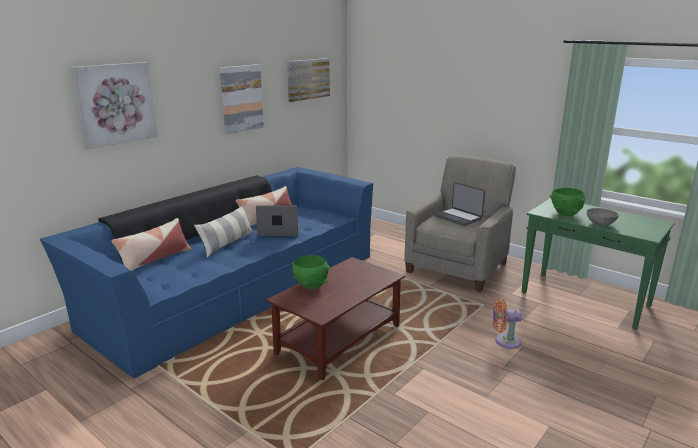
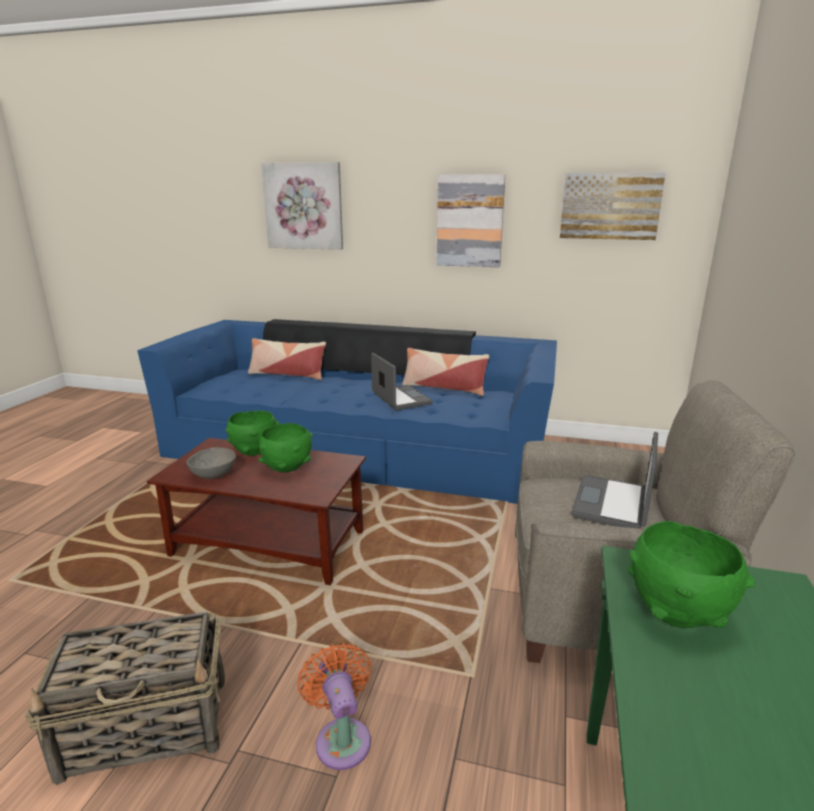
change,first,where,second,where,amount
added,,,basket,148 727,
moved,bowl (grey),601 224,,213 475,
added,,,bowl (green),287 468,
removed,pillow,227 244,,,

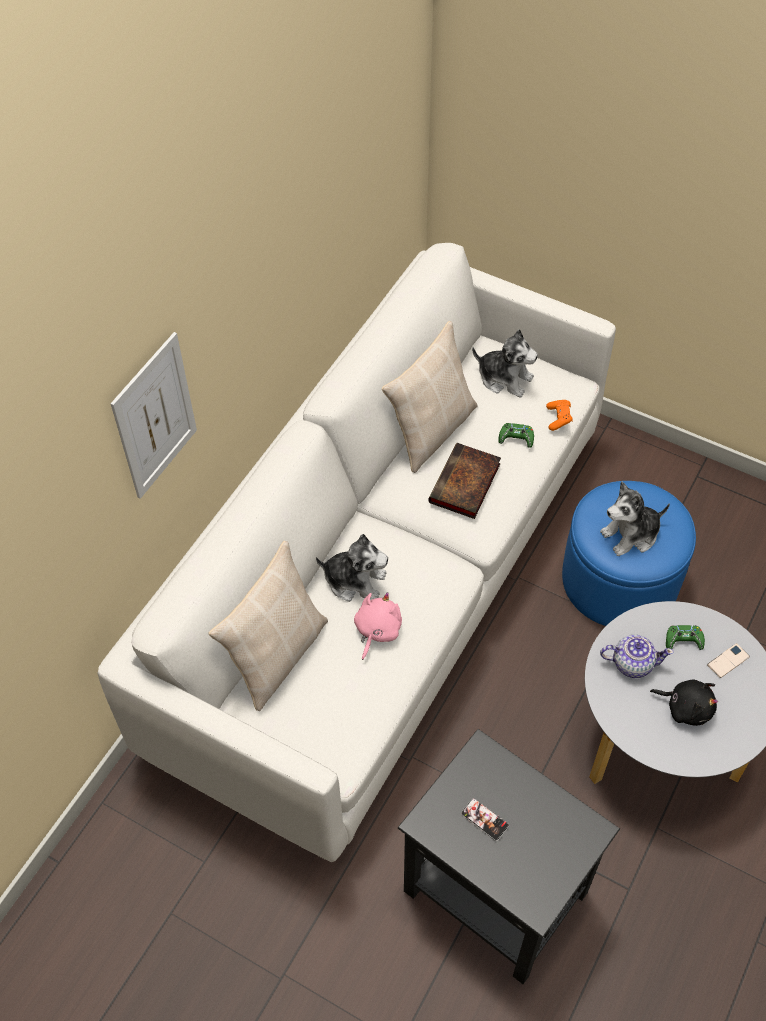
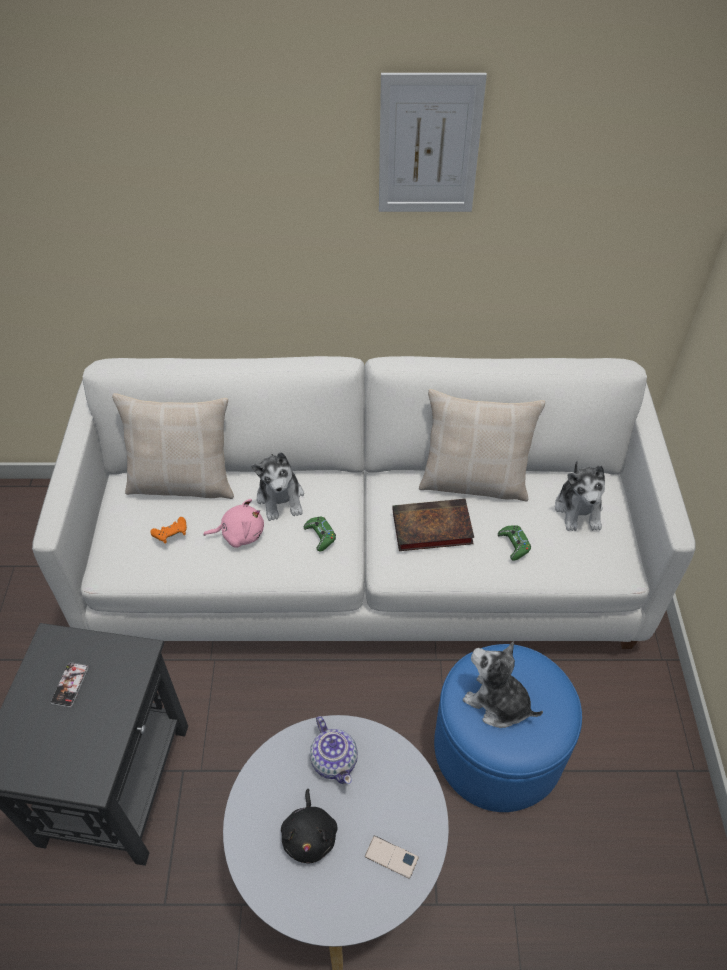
change,first,where,second,where,amount
moved,game controller (orange),558 418,,171 535,
moved,game controller (green),683 640,,320 536,
moved,picture,155 417,,429 145,

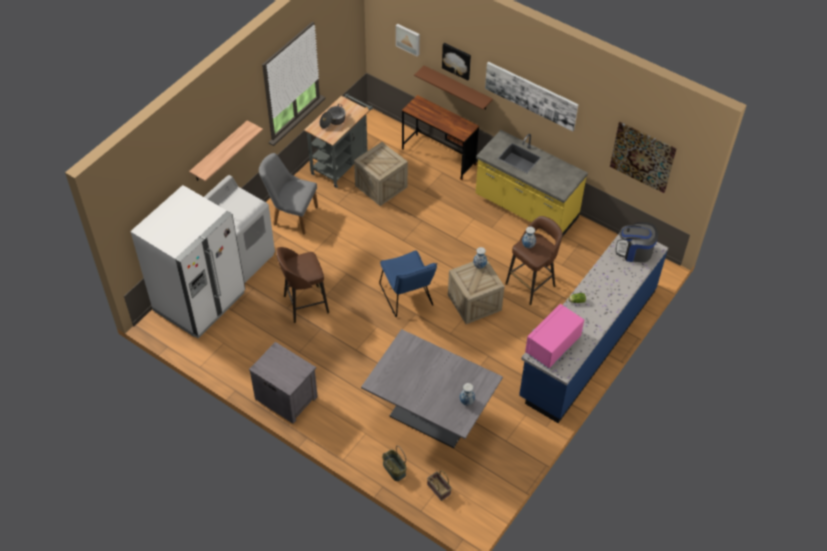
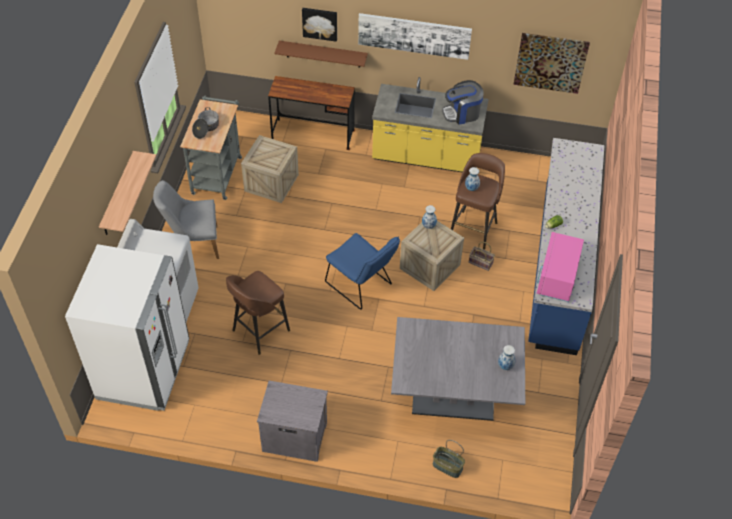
change,first,where,second,where,amount
moved,coffee machine,634 251,,462 113,
moved,basket,439 489,,481 262,
removed,picture,408 39,,,

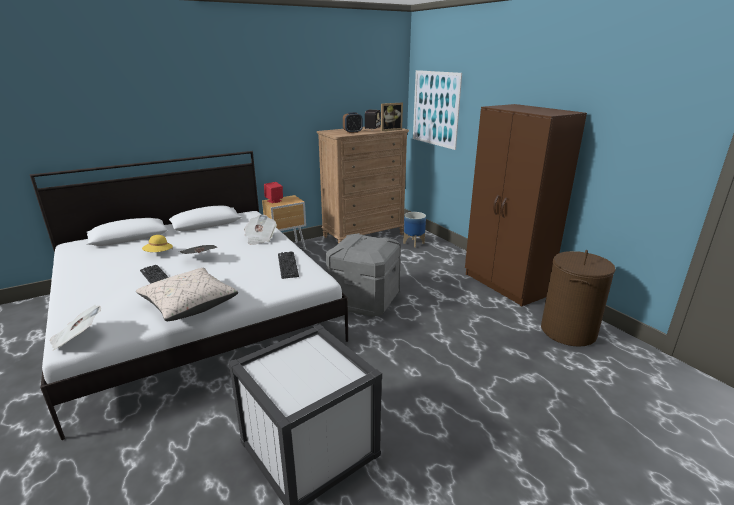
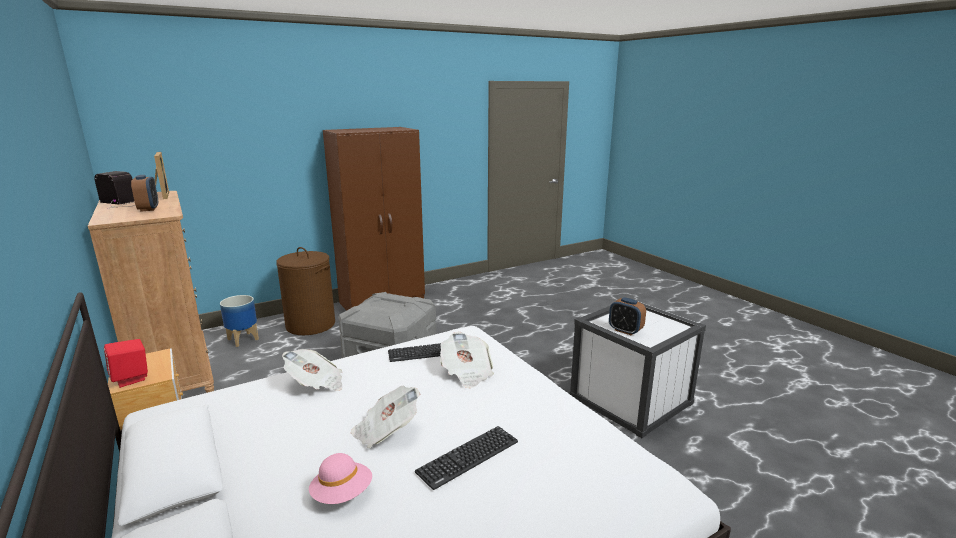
change,first,where,second,where,amount
moved,laundry basket (brown),568 331,,311 325,
recoloured,hat (yellow),159 253,hat (pink),342 494,
moved,newspaper,78 338,,467 373,
added,,,alarm clock,625 330,
removed,pillow (beige),189 304,,,
removed,picture,435 108,,,

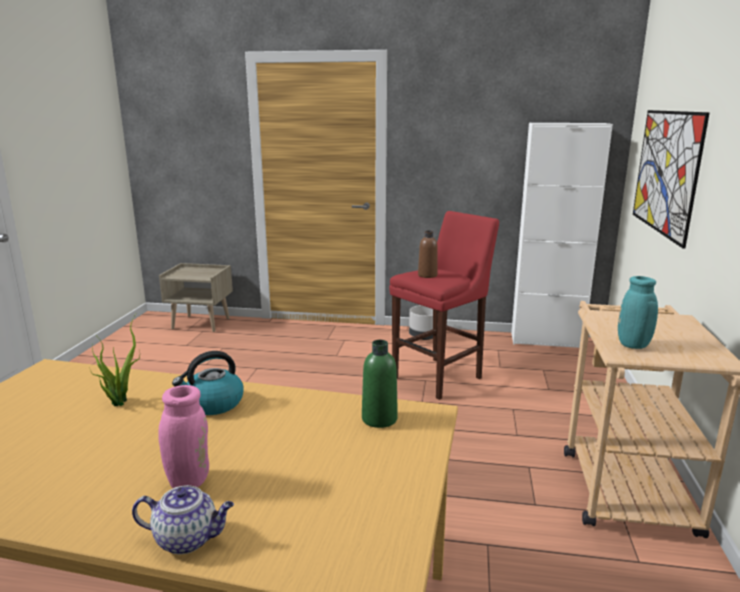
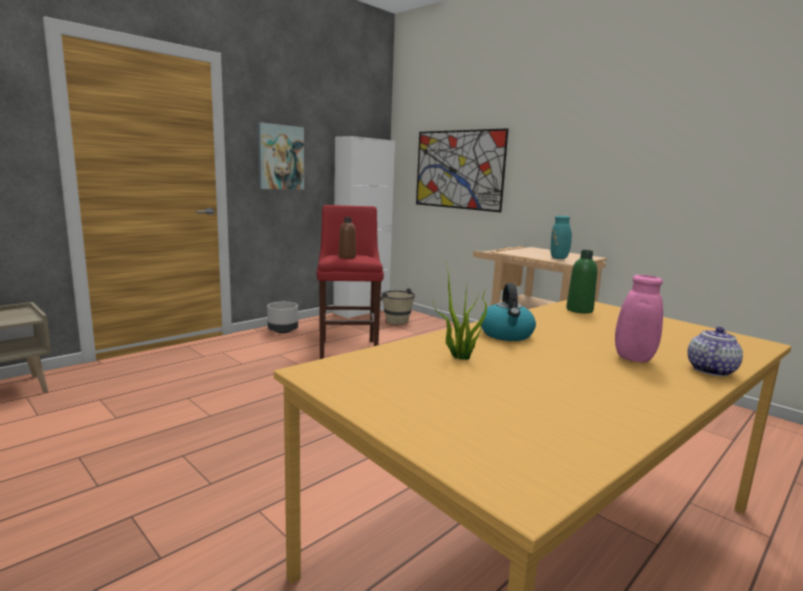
change,first,where,second,where,amount
added,,,picture,280 157,
added,,,bucket (beige),393 320,

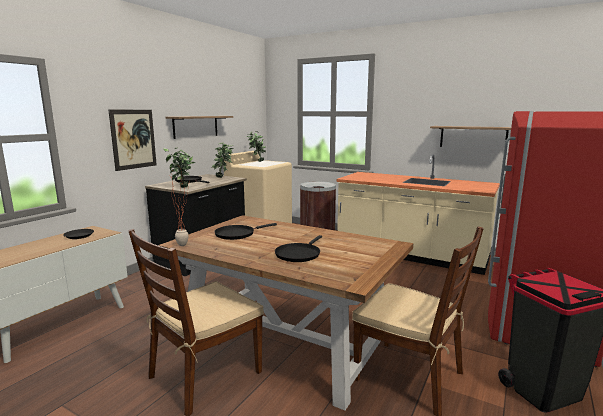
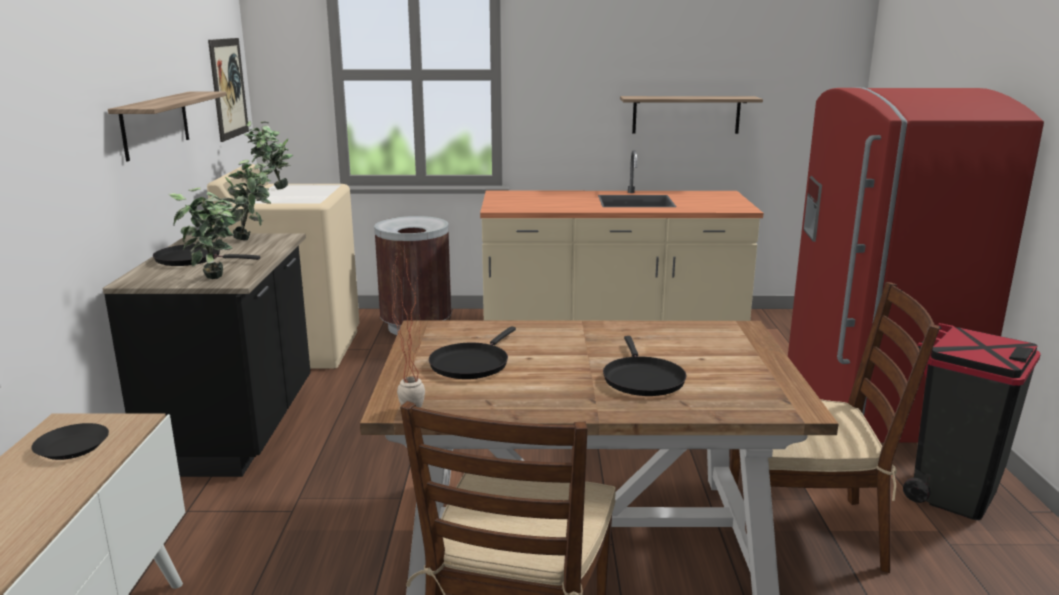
change,first,where,second,where,amount
moved,picture,133 139,,228 88,

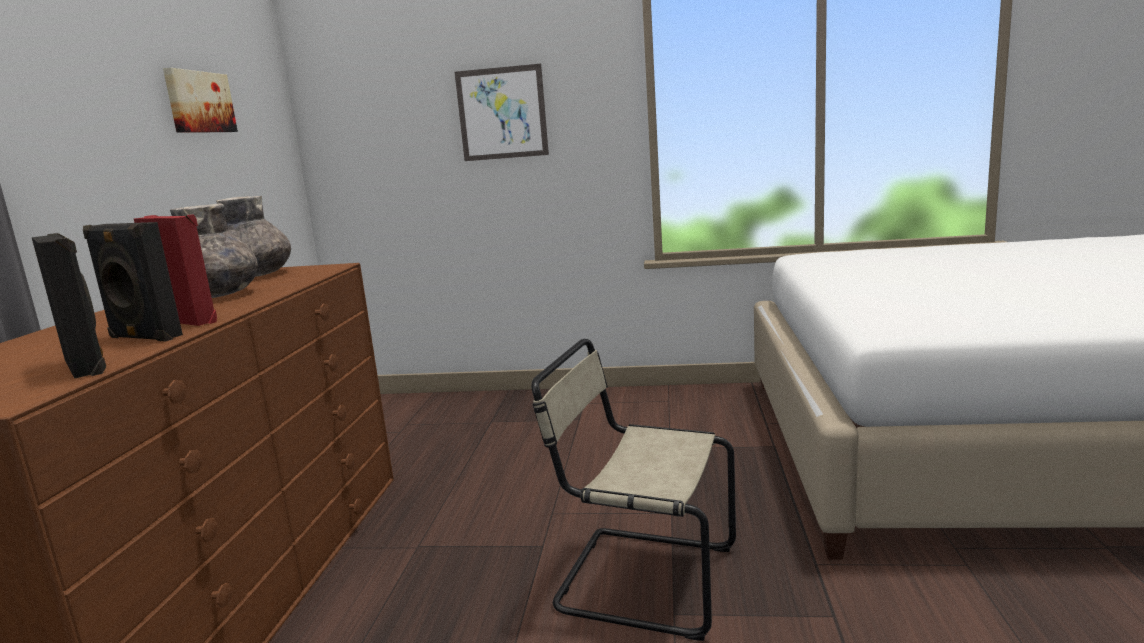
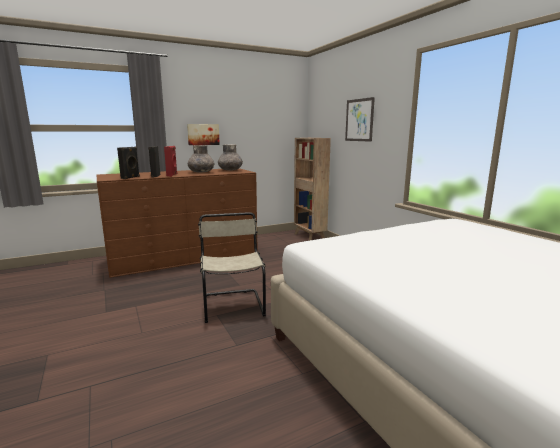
change,first,where,second,where,amount
moved,picture,199 102,,203 134,
added,,,bookcase (brown),309 236,

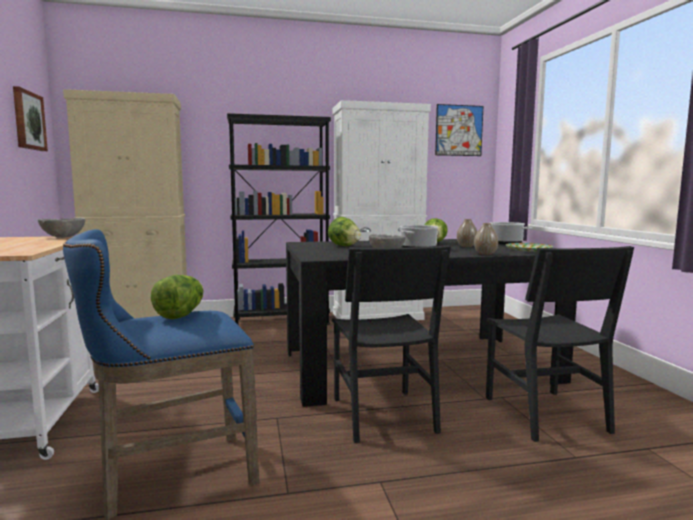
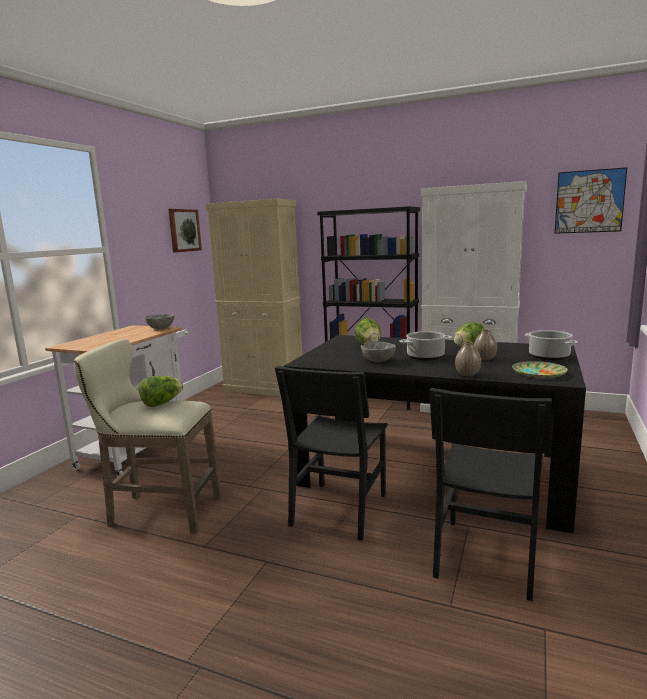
change,first,where,second,where,amount
recoloured,stool (blue),169 477,stool (beige),159 511,

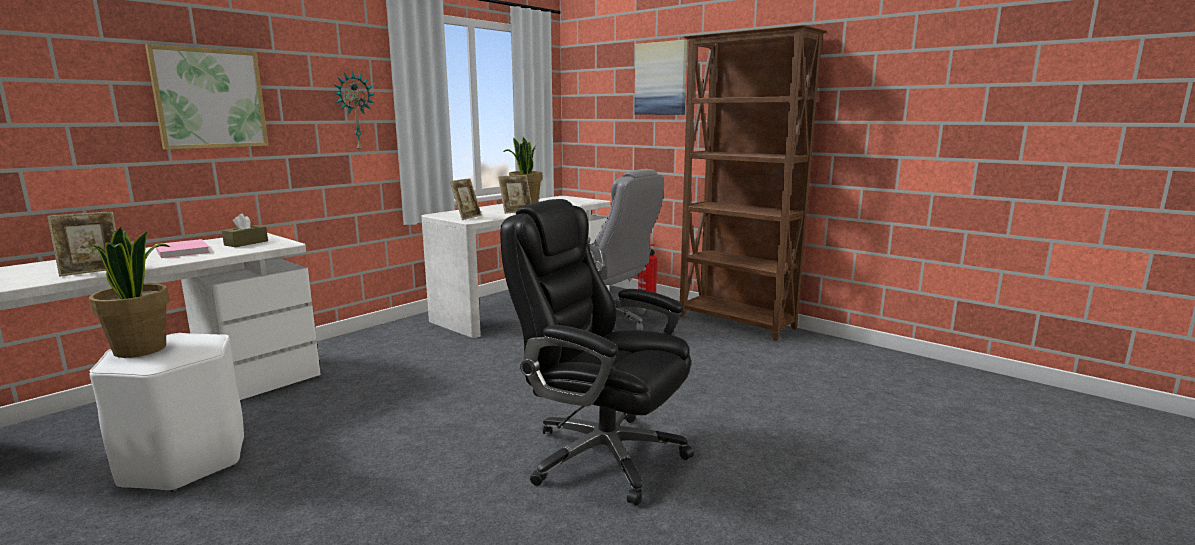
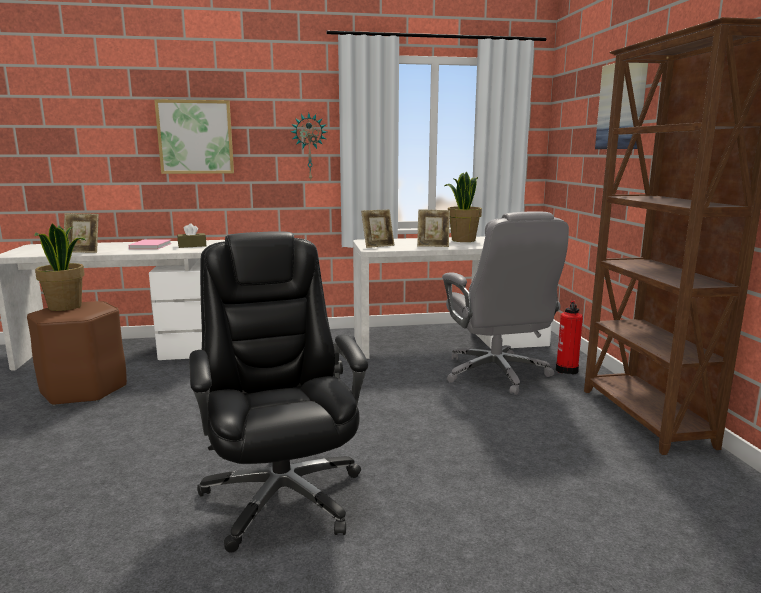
change,first,where,second,where,amount
recoloured,stool (white),184 462,stool (brown),84 390,

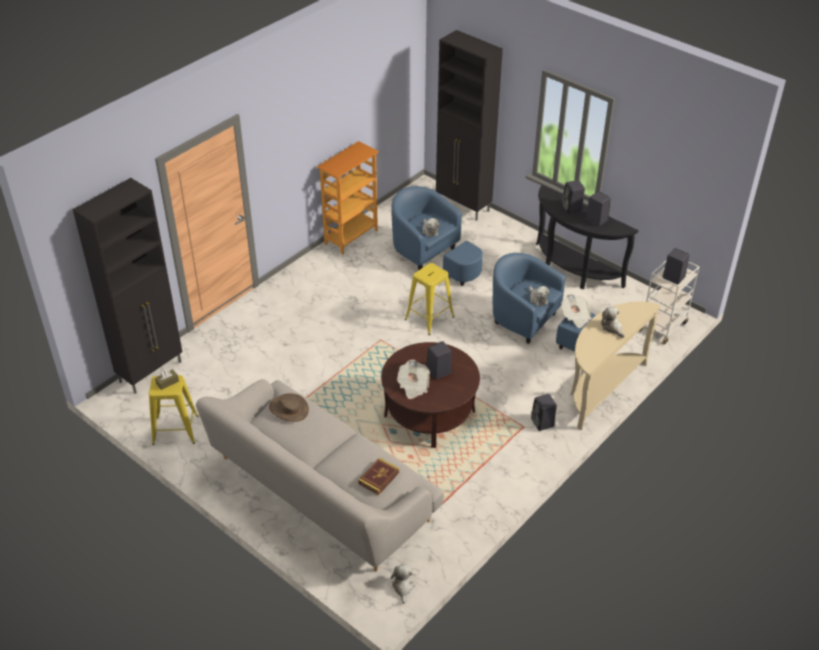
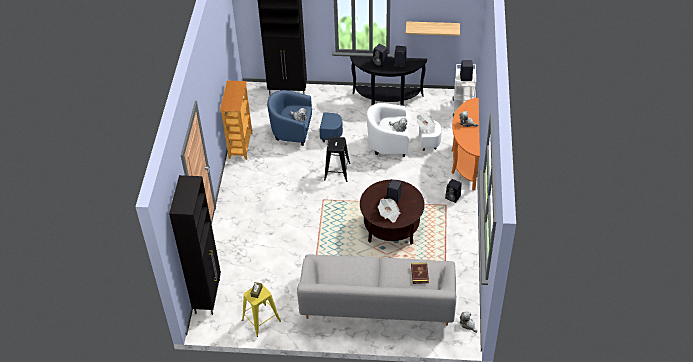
change,first,where,second,where,amount
recoloured,stool (yellow),429 318,stool (black),337 171,
recoloured,armchair (blue),535 325,armchair (white),398 144,
added,,,shelf,432 28,
recoloured,console table (beige),600 389,console table (orange),464 161,
removed,hat (brown),289 409,,,

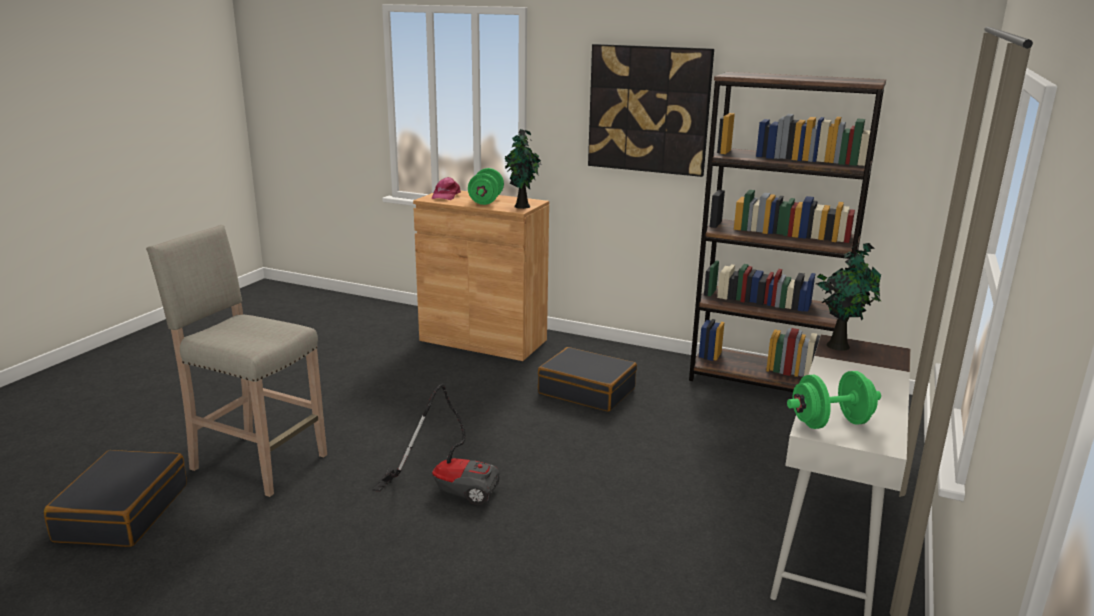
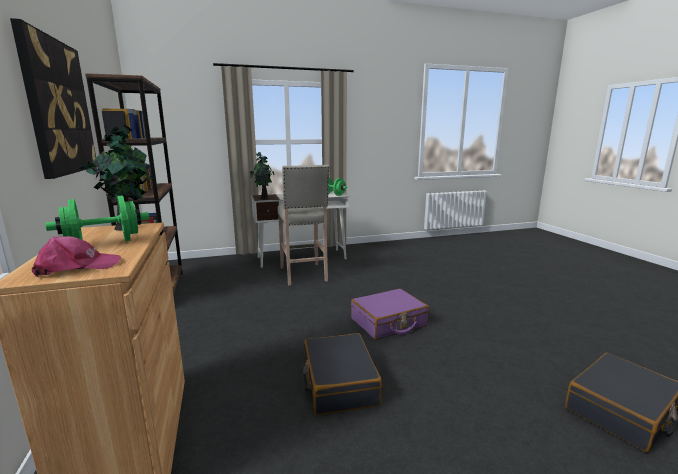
change,first,where,second,where,amount
moved,stool (beige),256 461,,303 274,
moved,suitcase (black),587 391,,339 383,
replaced,vacuum cleaner,449 487,suitcase (purple),388 323,

